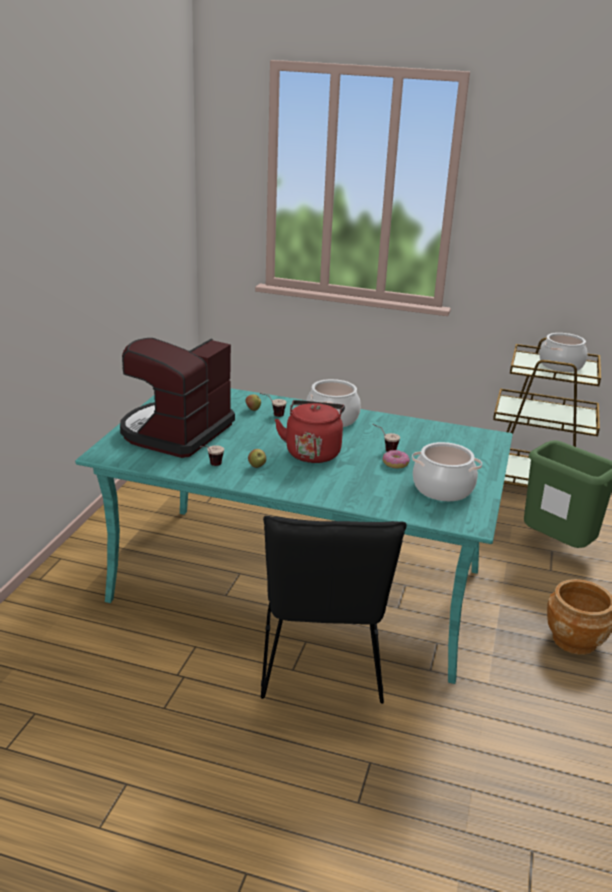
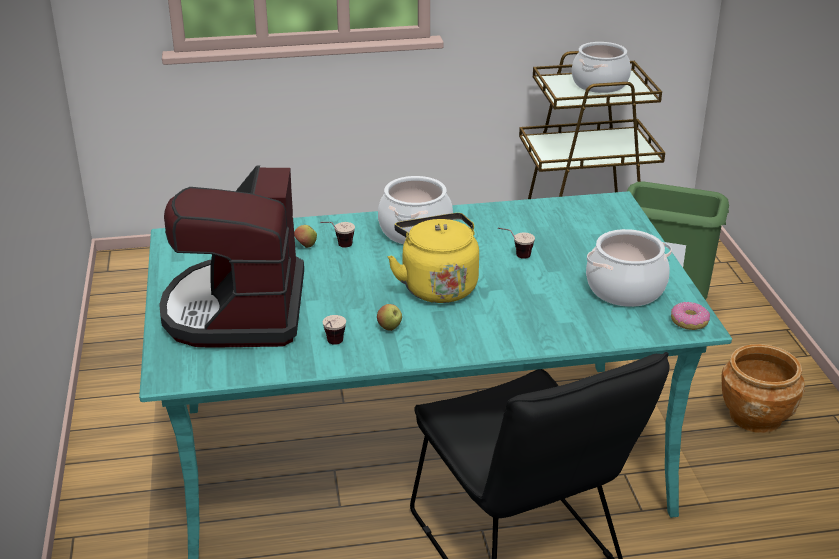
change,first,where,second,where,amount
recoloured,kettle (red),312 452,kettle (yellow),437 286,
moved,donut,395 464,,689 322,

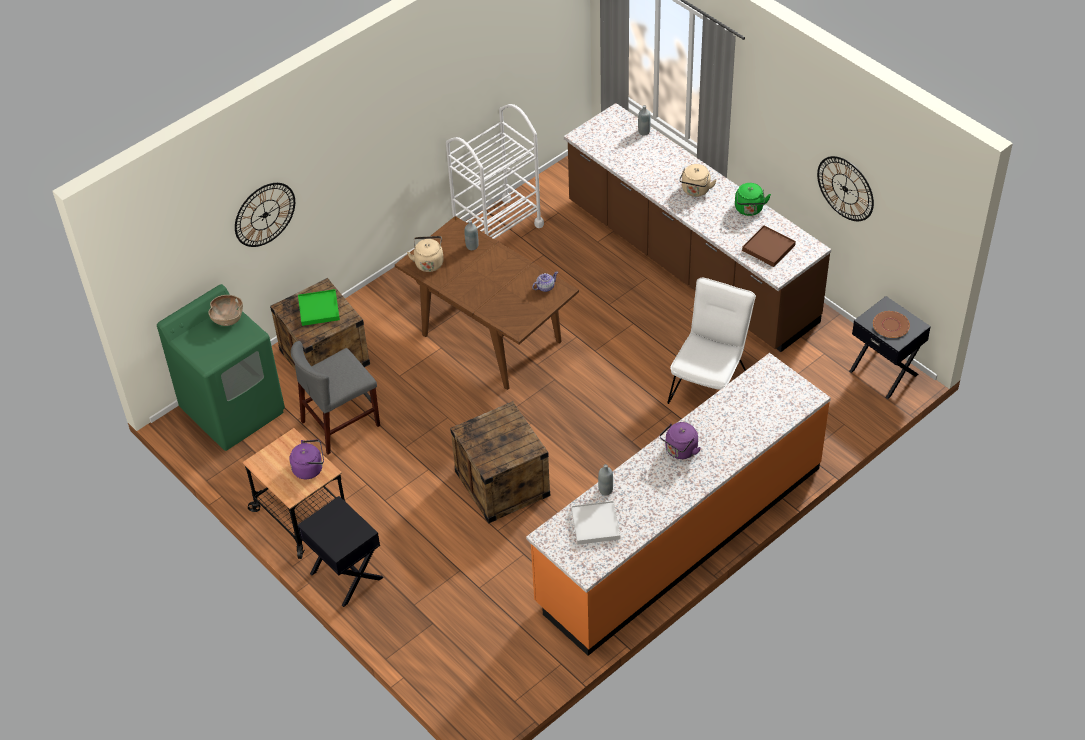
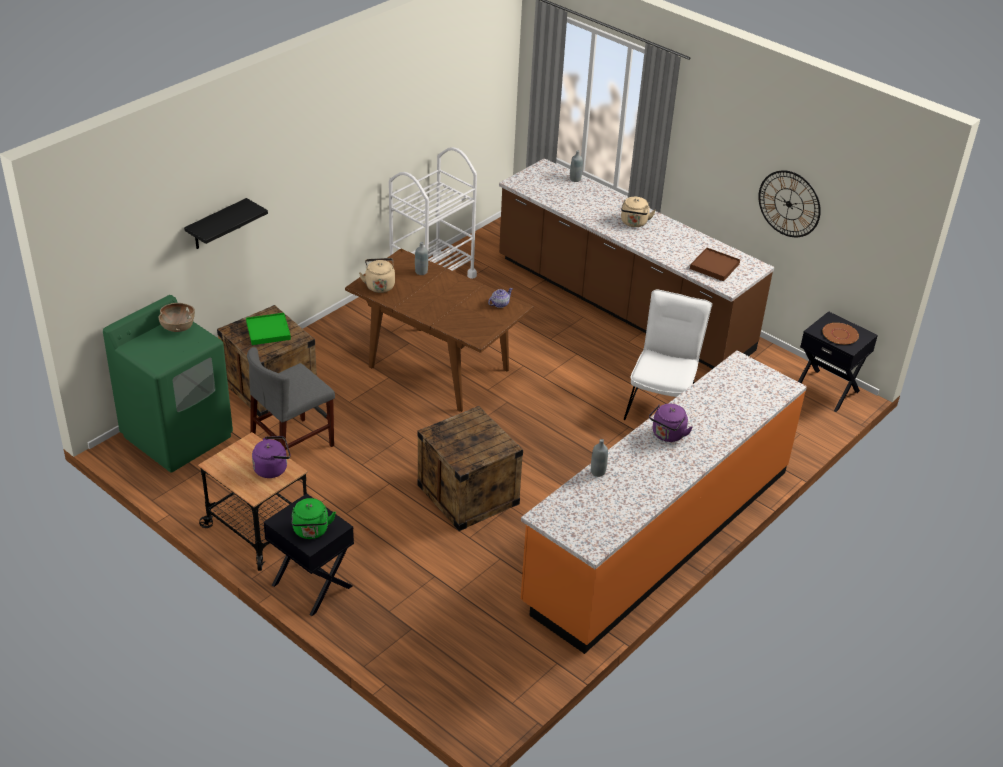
change,first,where,second,where,amount
replaced,wall clock,265 214,shelf (black),217 225,
moved,kettle (green),749 209,,311 531,
removed,tray (white),595 524,,,

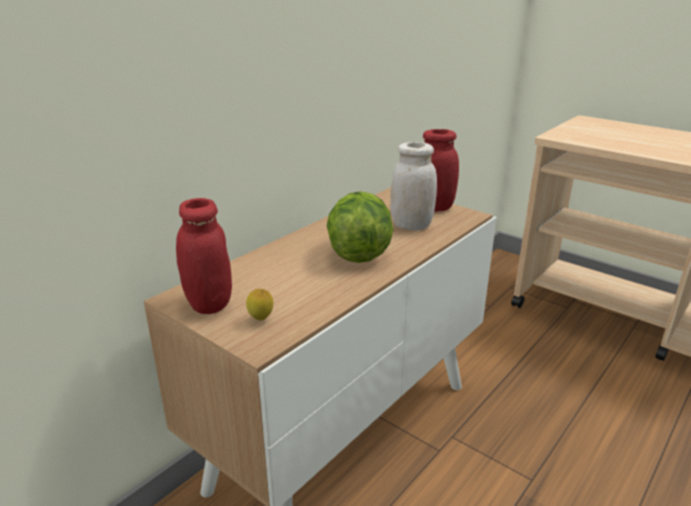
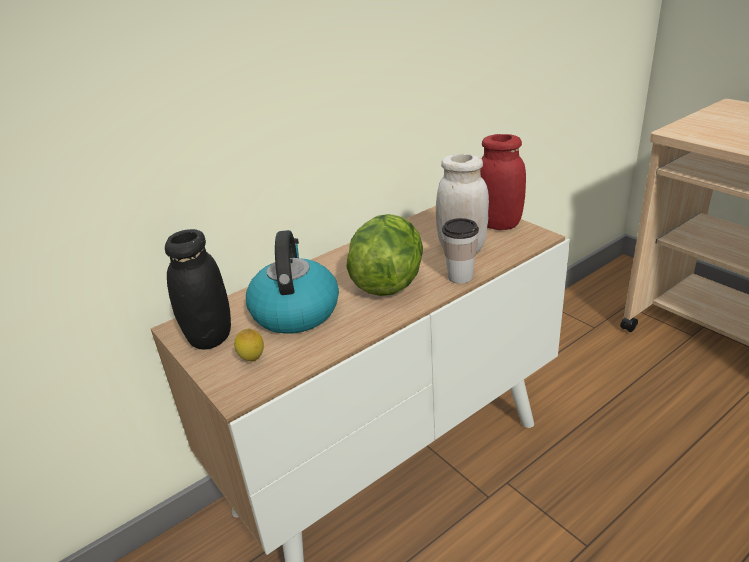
change,first,where,second,where,amount
recoloured,jar (red),209 304,jar (black),209 337,
added,,,kettle,295 311,
added,,,cup,460 276,

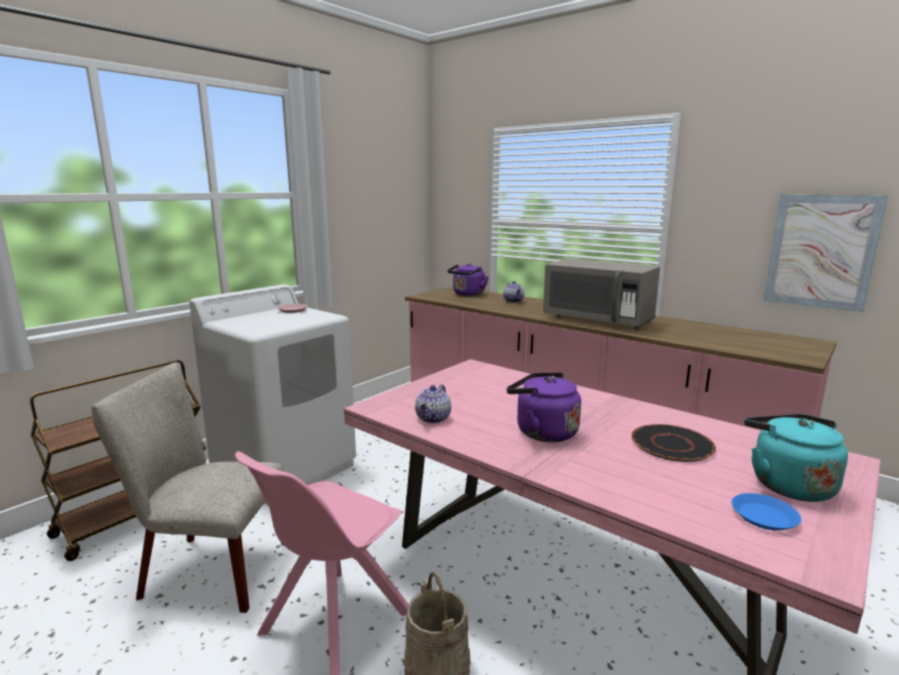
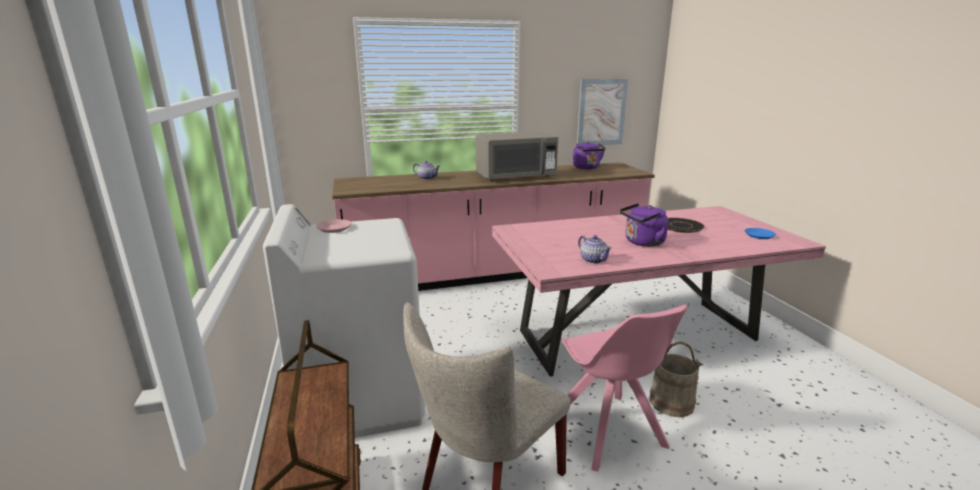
change,first,where,second,where,amount
moved,kettle (purple),467 294,,587 168,
removed,kettle (turquoise),787 484,,,

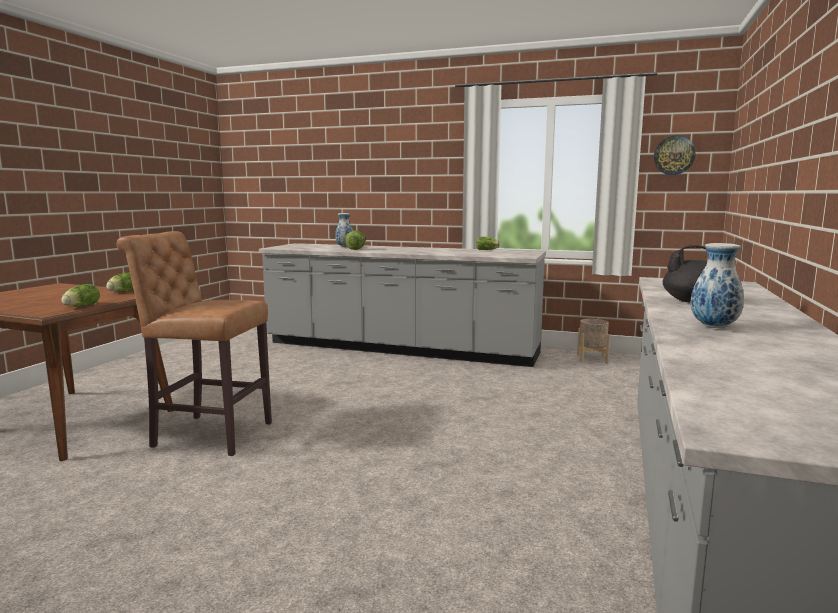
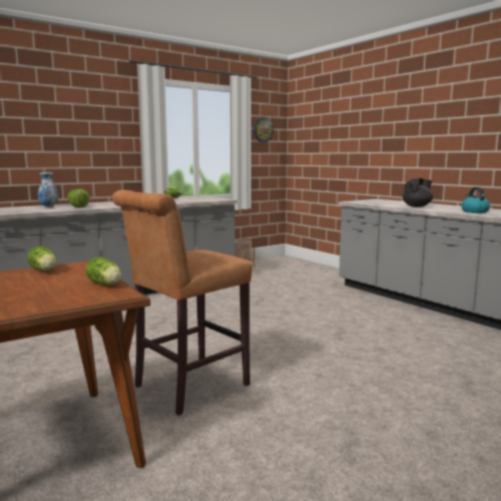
change,first,where,second,where,amount
replaced,vase,713 327,kettle,474 211,

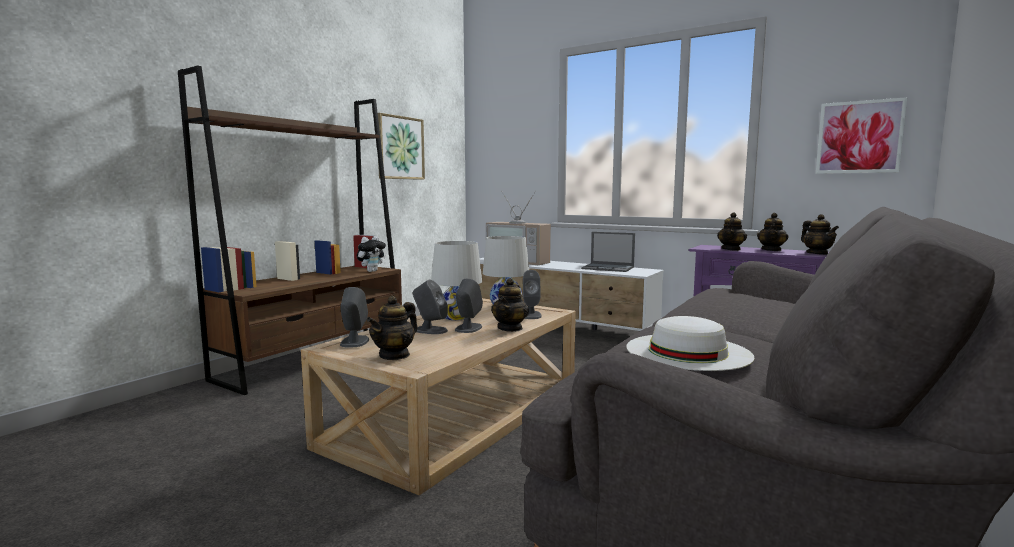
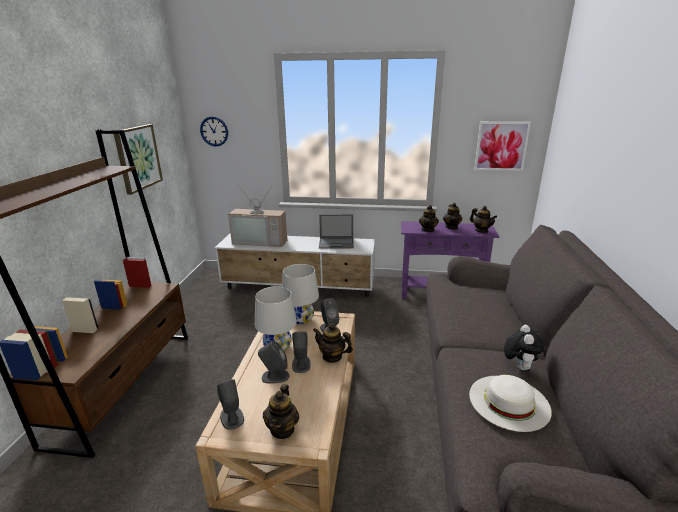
change,first,where,second,where,amount
added,,,wall clock,214 131,
turned,teapot,510 328,,332 356,120 degrees clockwise
moved,plush toy,371 271,,519 366,

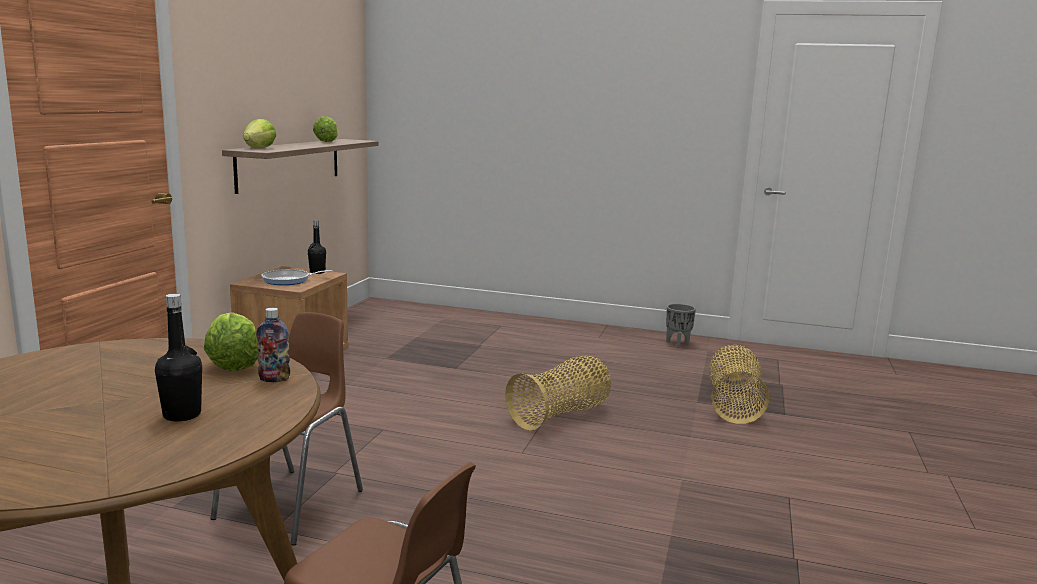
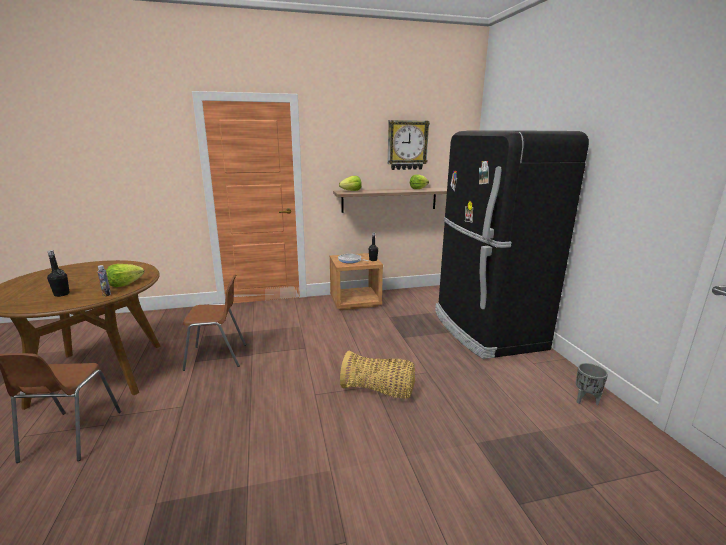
change,first,where,second,where,amount
added,,,wall clock,407 145,
added,,,fridge (black),485 330,
removed,basket,734 404,,,

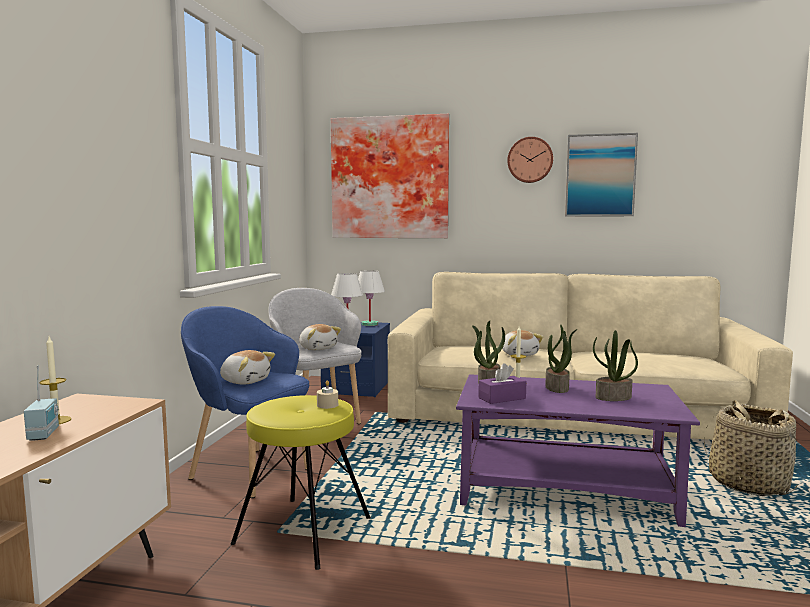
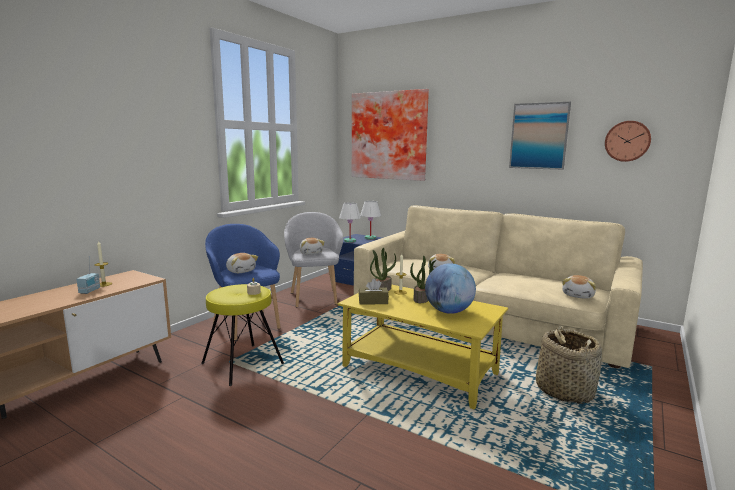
change,first,where,second,where,amount
recoloured,coffee table (purple),566 491,coffee table (yellow),420 370,
recoloured,tissue box (purple),502 398,tissue box (brown),373 301,
replaced,potted plant,613 397,globe,448 311,
added,,,plush toy,578 295,
moved,wall clock,530 160,,627 141,

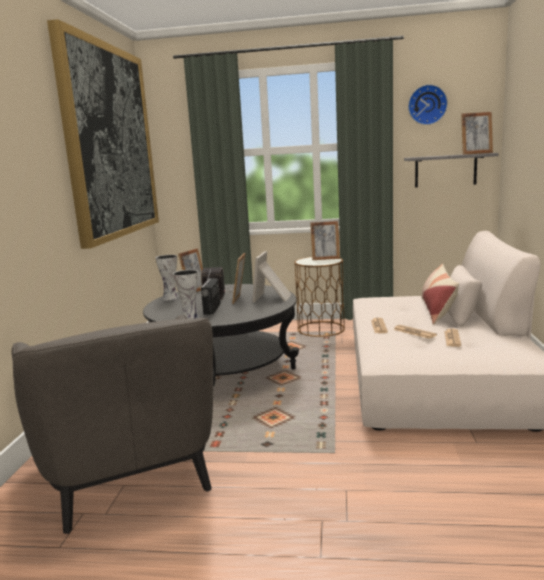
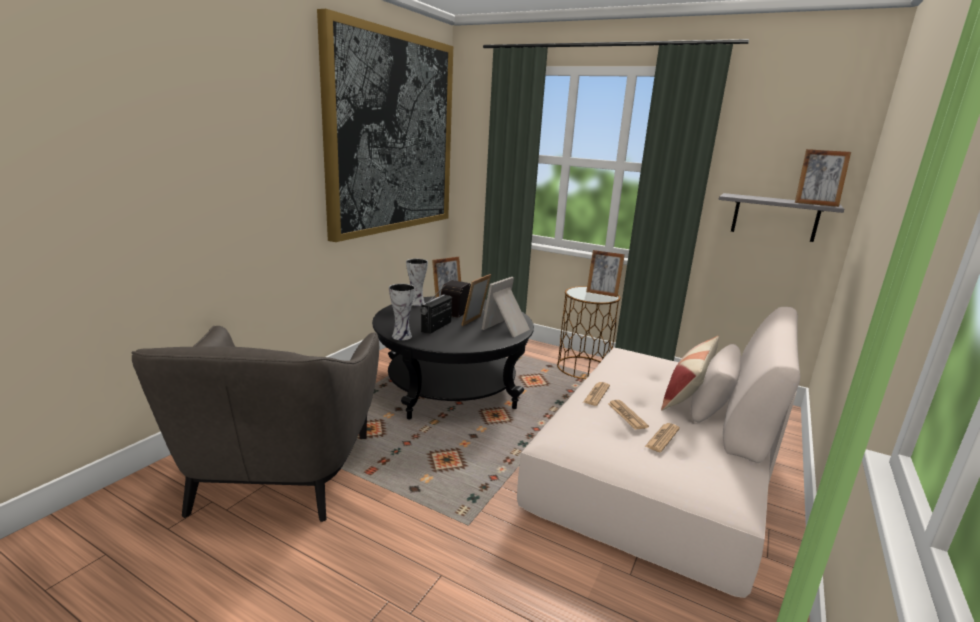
change,first,where,second,where,amount
removed,wall clock,427 105,,,

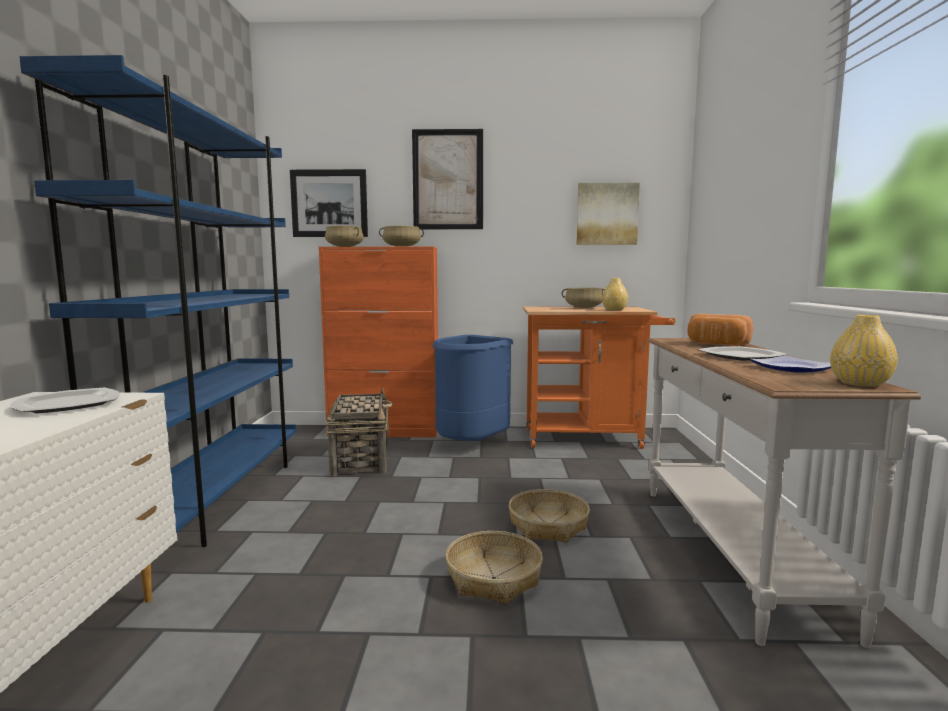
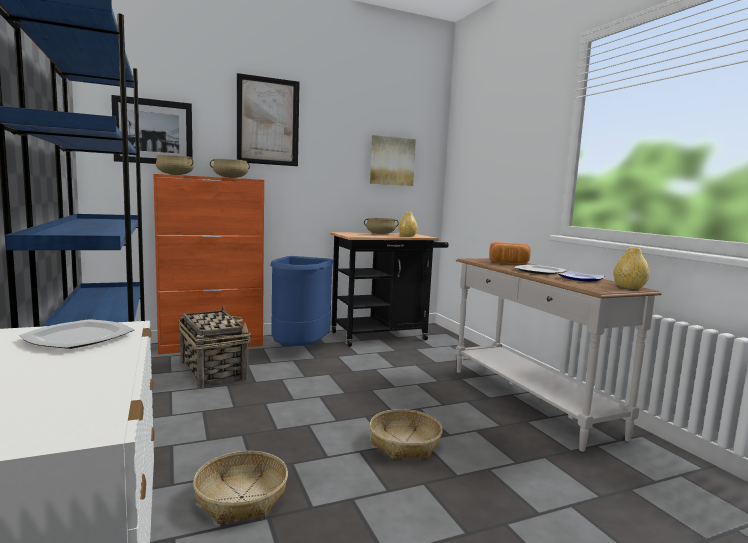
change,first,where,second,where,amount
moved,basket,547 526,,241 497,
recoloured,cart (orange),590 438,cart (black),384 335,

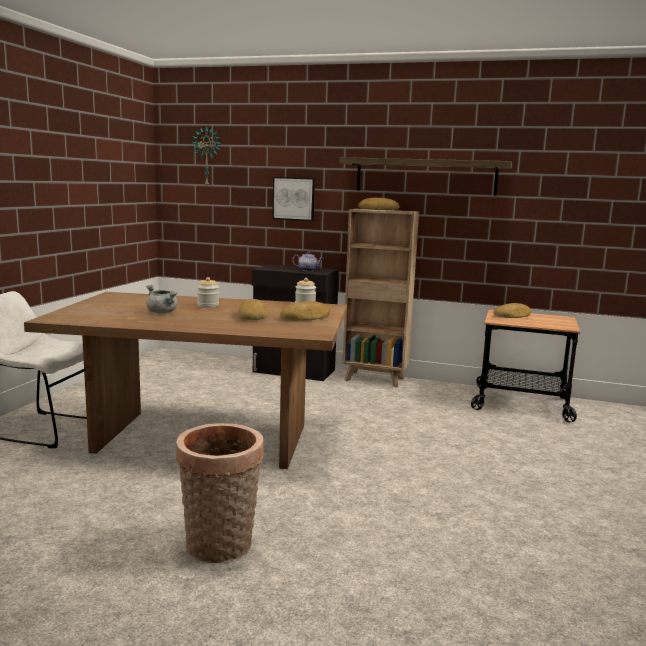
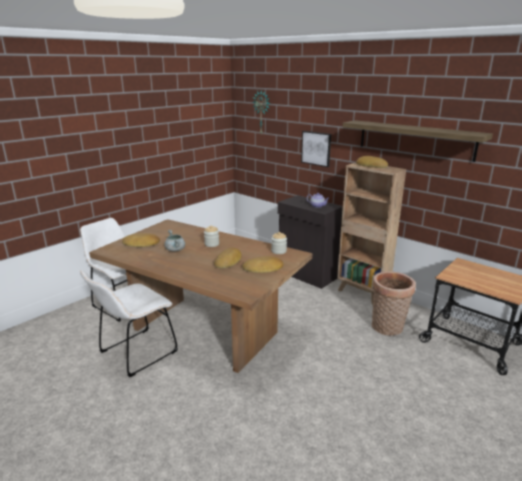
change,first,where,second,where,amount
added,,,chair (white),135 354,
moved,bread,513 316,,141 244,
moved,basket,220 548,,387 328,

